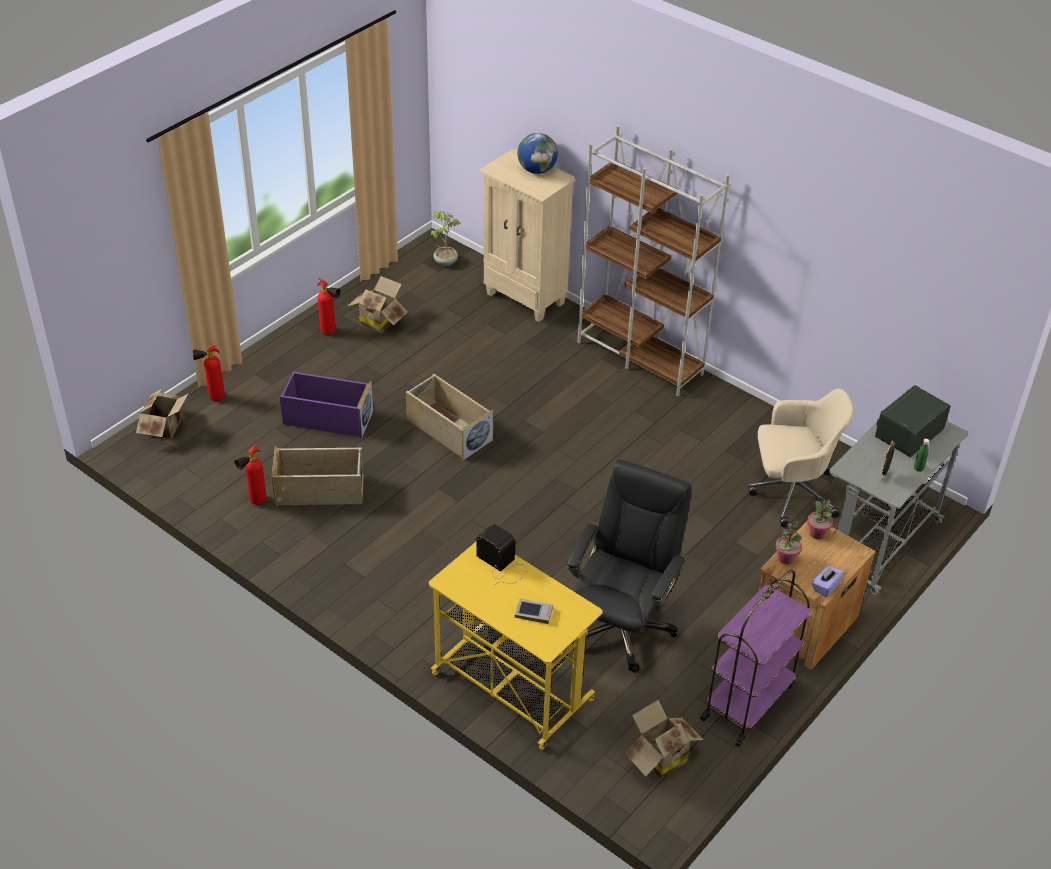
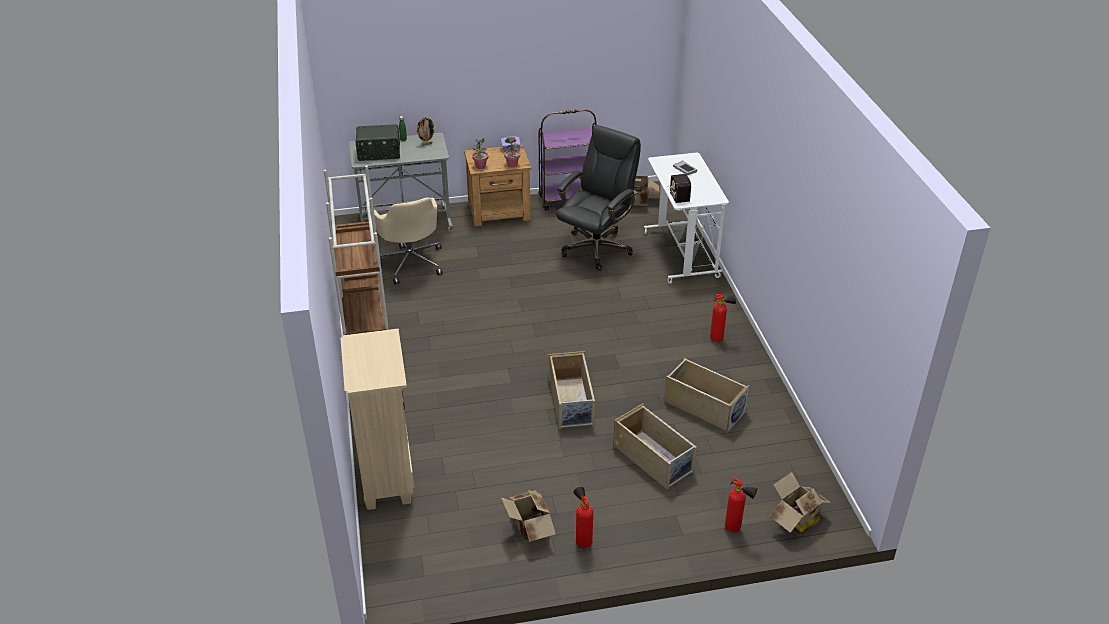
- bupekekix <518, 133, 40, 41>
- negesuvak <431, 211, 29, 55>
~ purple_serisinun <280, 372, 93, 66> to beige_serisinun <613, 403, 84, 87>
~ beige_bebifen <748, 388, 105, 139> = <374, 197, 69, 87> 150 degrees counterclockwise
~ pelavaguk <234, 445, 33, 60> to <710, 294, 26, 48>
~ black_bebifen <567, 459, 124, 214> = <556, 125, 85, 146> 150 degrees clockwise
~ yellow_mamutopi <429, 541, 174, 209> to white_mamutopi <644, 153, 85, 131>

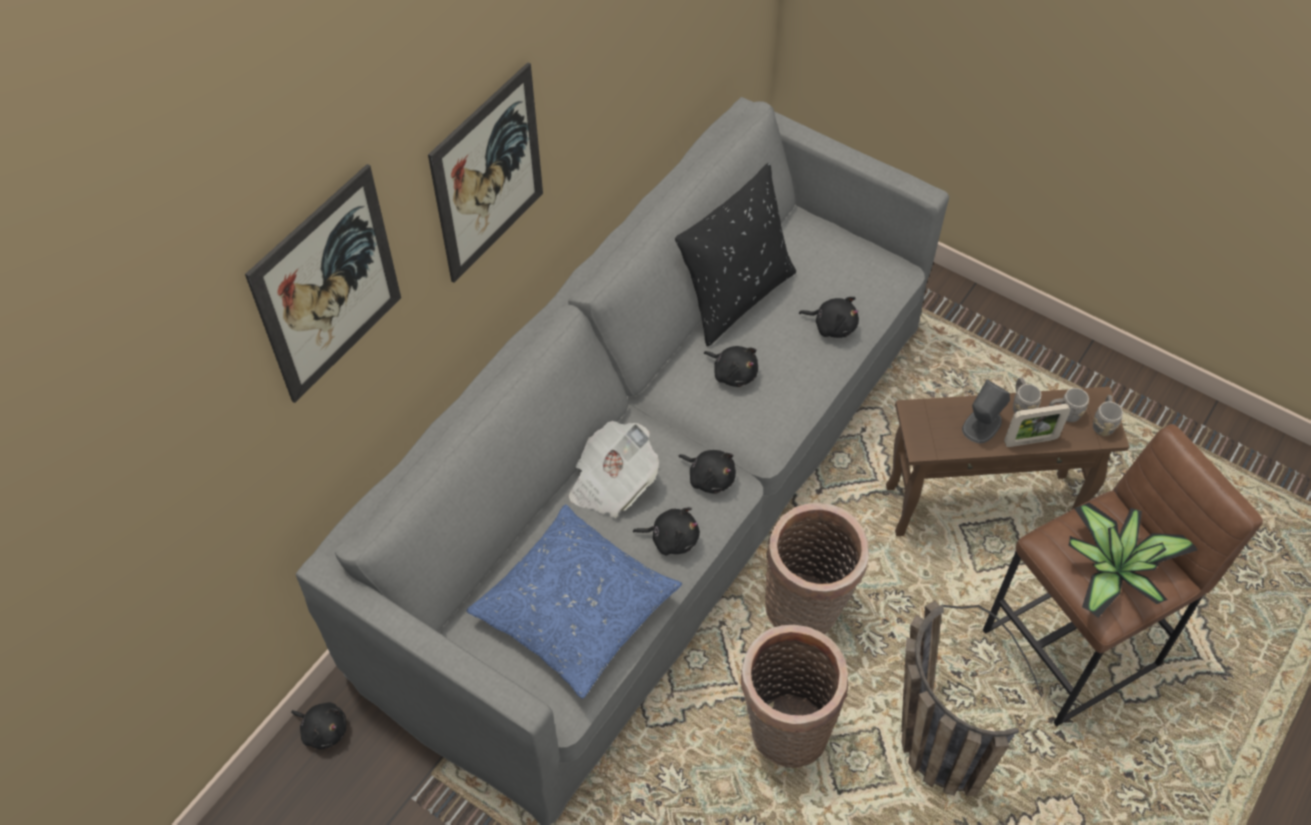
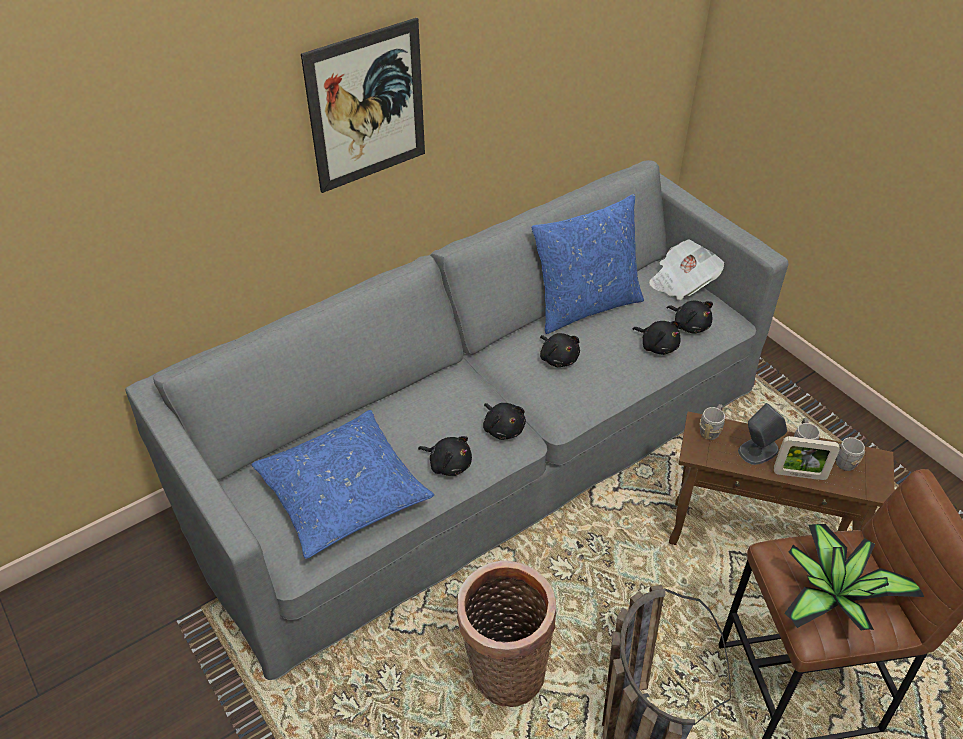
~ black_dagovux <675, 163, 121, 183> to blue_dagovux <532, 194, 112, 140>
- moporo <245, 164, 156, 239>
~ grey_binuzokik <1093, 395, 30, 41> to <699, 404, 26, 36>
~ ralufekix <569, 421, 90, 97> to <649, 239, 75, 61>
- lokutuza <765, 503, 104, 131>
~ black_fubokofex <291, 702, 55, 47> to <667, 301, 46, 33>

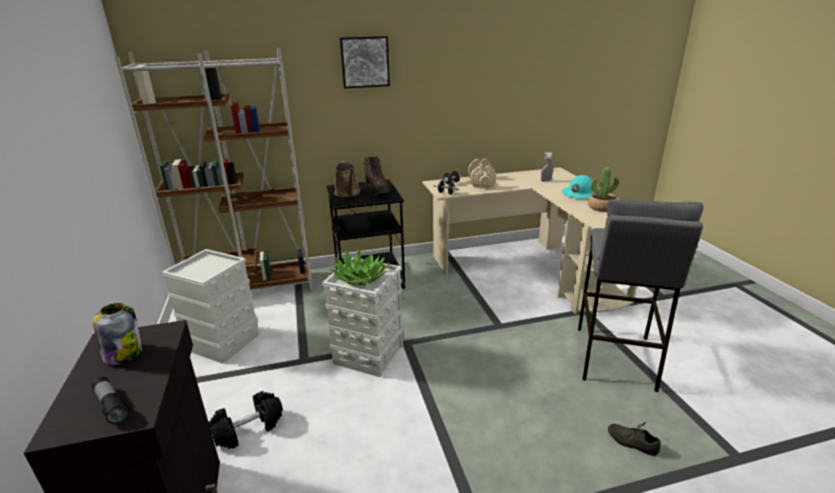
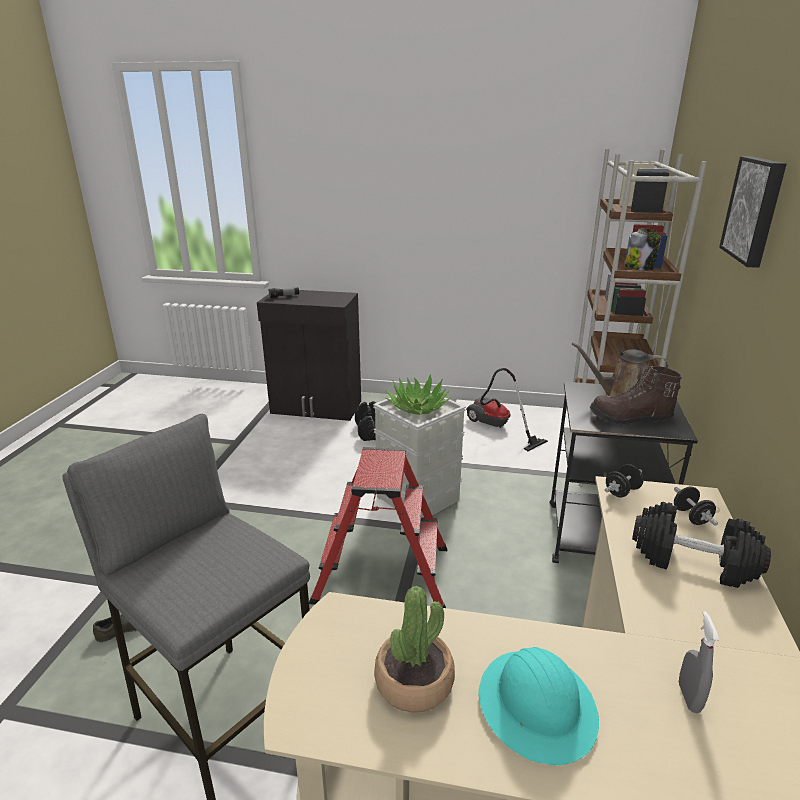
~ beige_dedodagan <468, 158, 28, 30> to black_dedodagan <632, 502, 139, 86>
~ grey_serisinun <162, 249, 97, 115> to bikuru <466, 368, 82, 83>
~ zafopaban <93, 303, 50, 62> to <624, 228, 37, 43>
+ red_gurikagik <309, 447, 139, 161>

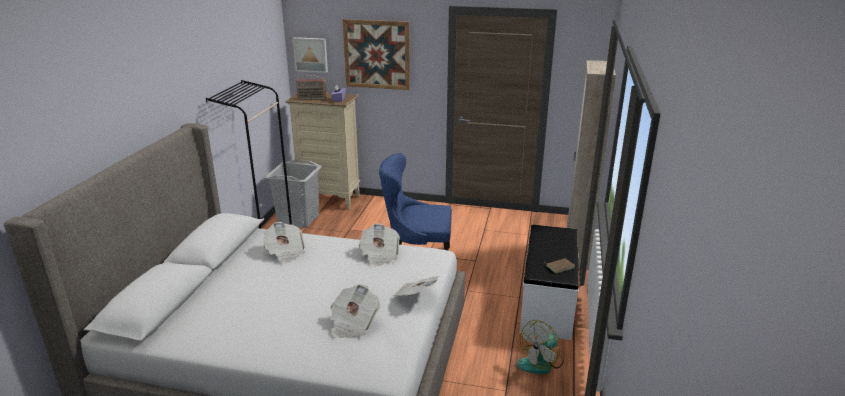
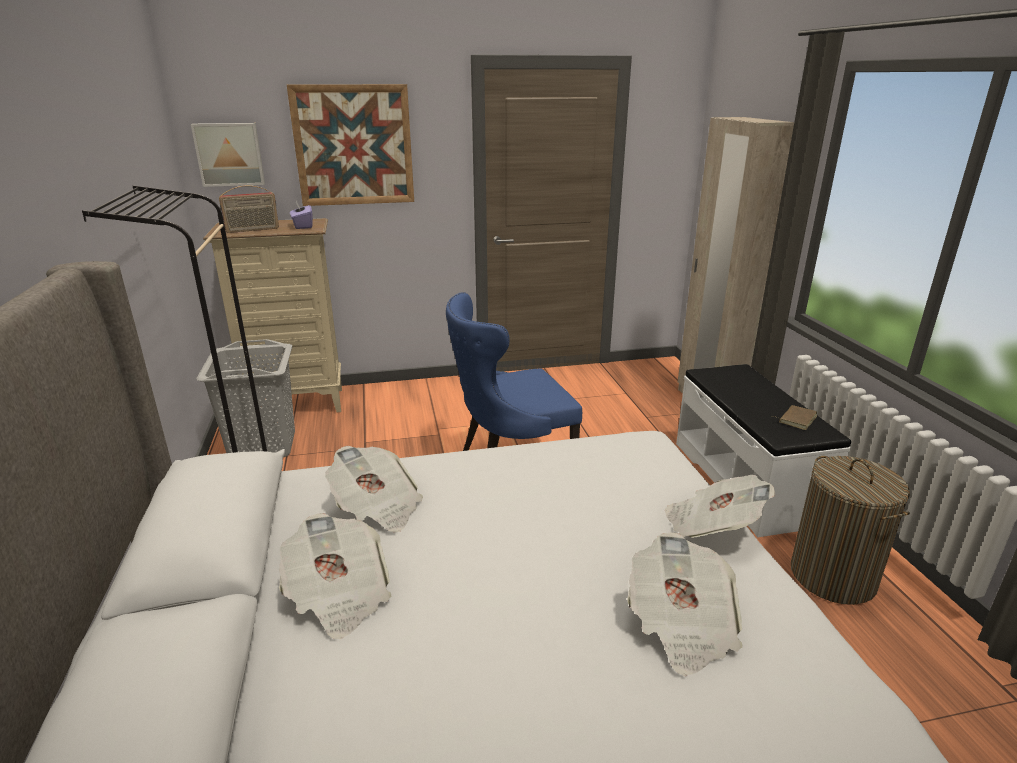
~ ralufekix <359, 223, 41, 44> to <279, 513, 112, 126>
~ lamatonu <517, 320, 47, 54> to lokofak <791, 456, 119, 149>

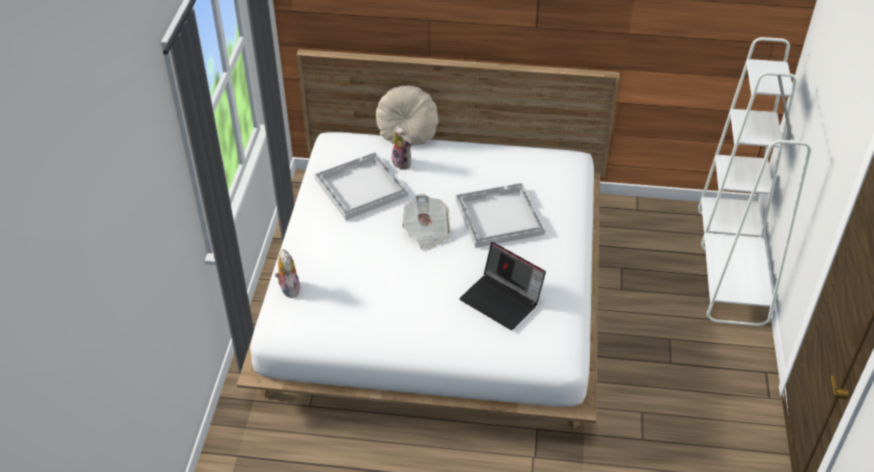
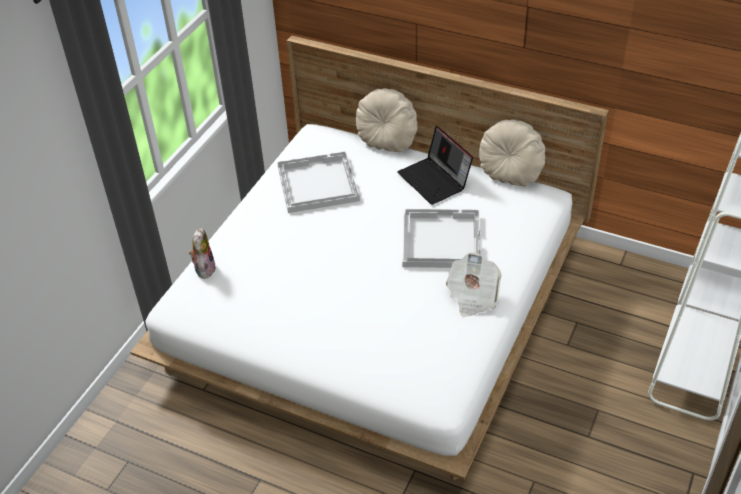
- fubokofex <392, 126, 20, 44>
~ ralufekix <402, 194, 48, 57> to <446, 252, 56, 65>
~ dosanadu <460, 242, 86, 88> to <398, 126, 75, 79>
+ beige_dagovux <479, 119, 66, 68>

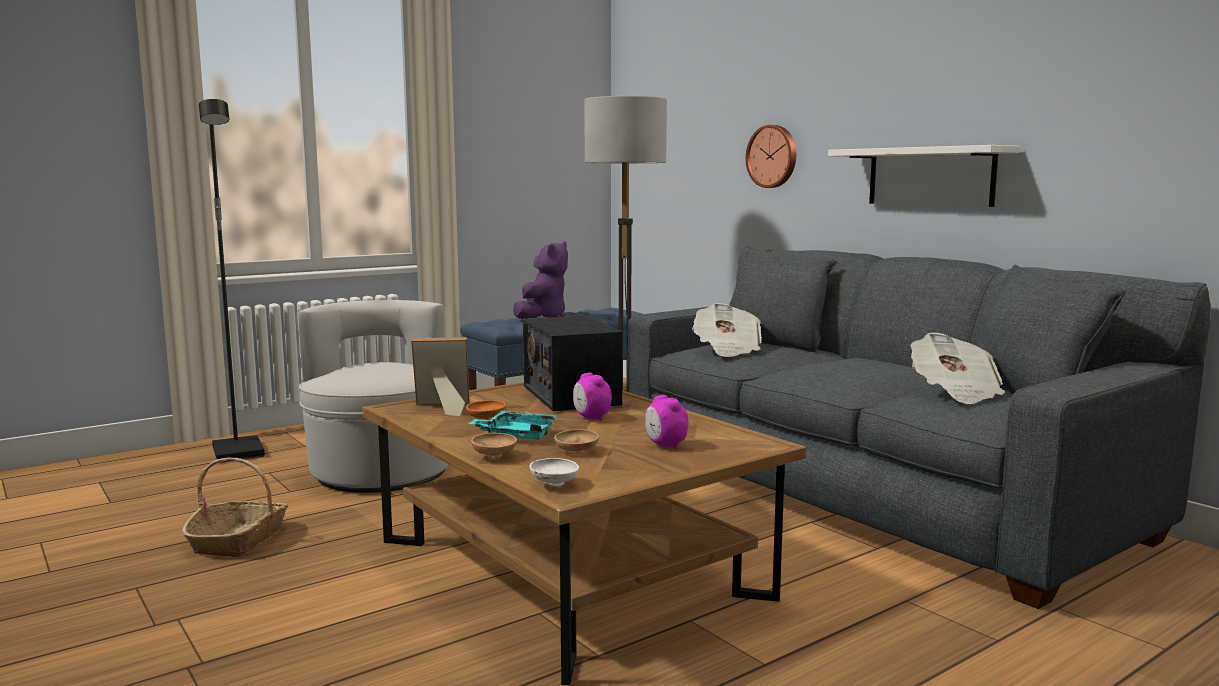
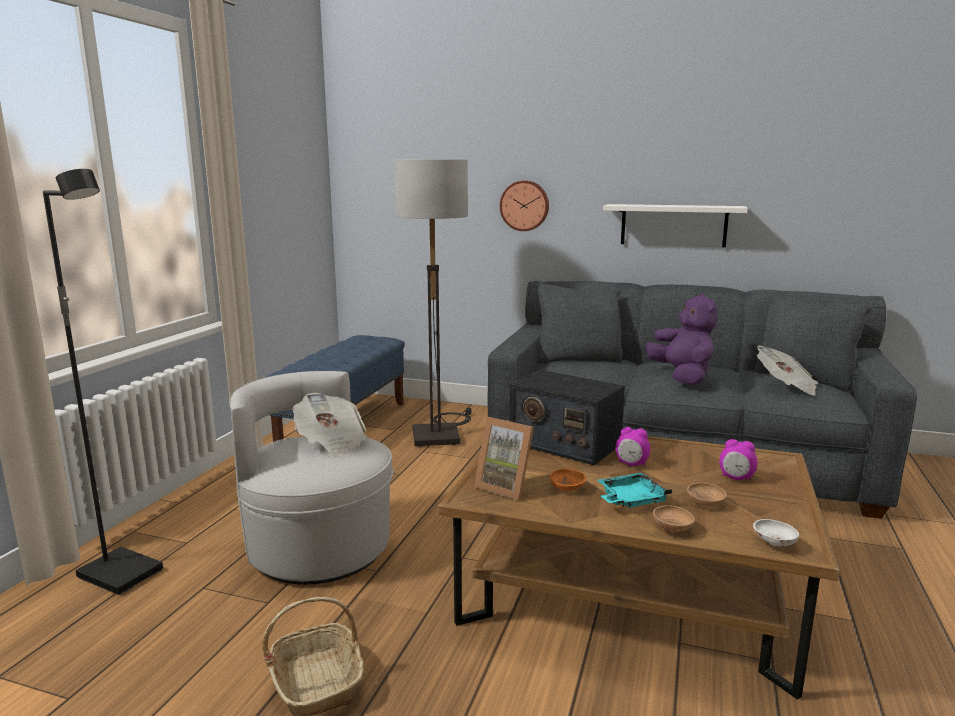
~ purple_fubokofex <513, 241, 55, 78> to <645, 293, 72, 92>
~ ralufekix <692, 303, 70, 54> to <292, 393, 76, 63>
~ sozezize <411, 337, 58, 79> = <474, 417, 60, 83> 105 degrees counterclockwise

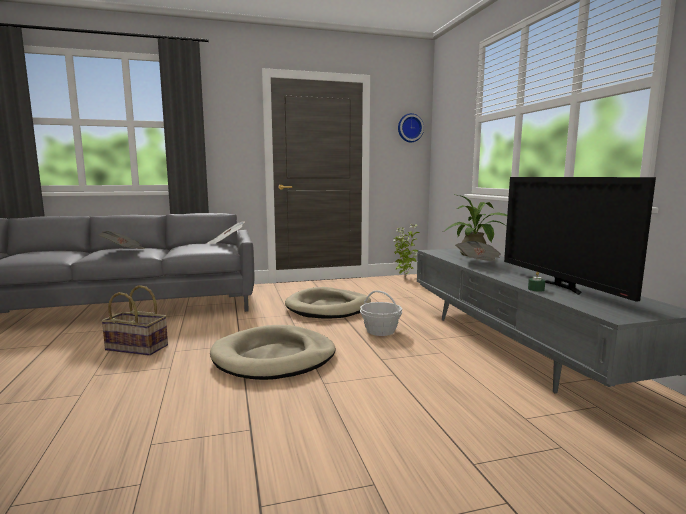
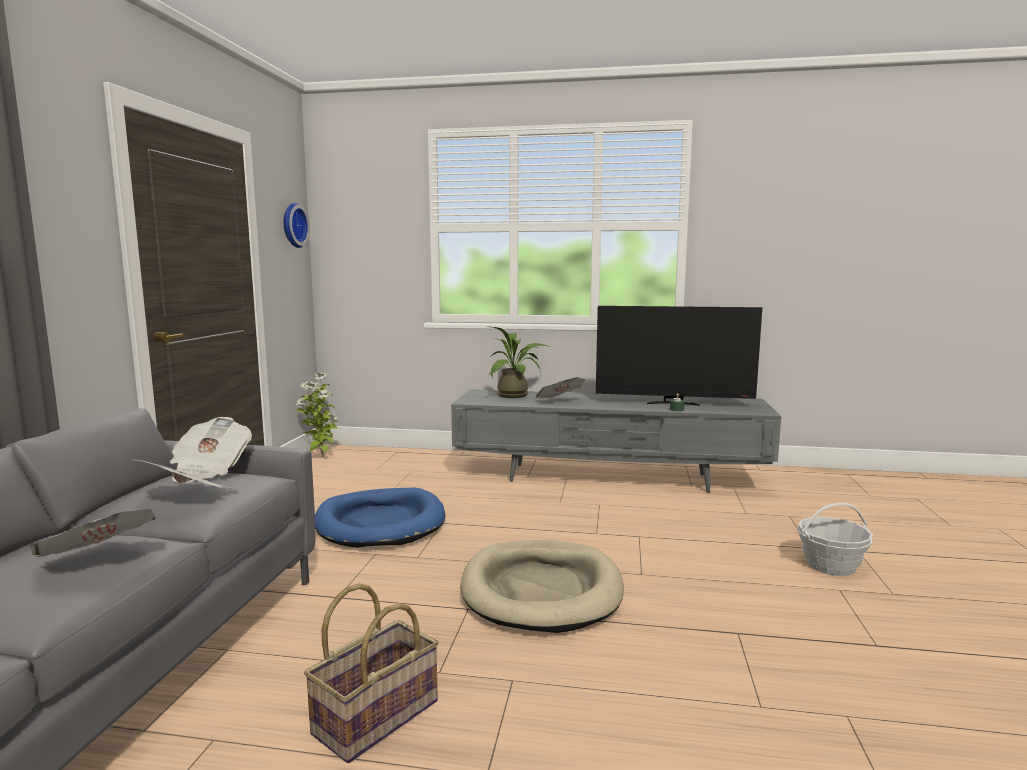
~ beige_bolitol <285, 287, 86, 32> to blue_bolitol <315, 488, 131, 60>
~ lokutuza <360, 290, 42, 46> to <797, 503, 76, 73>
+ ralufekix <134, 460, 103, 29>

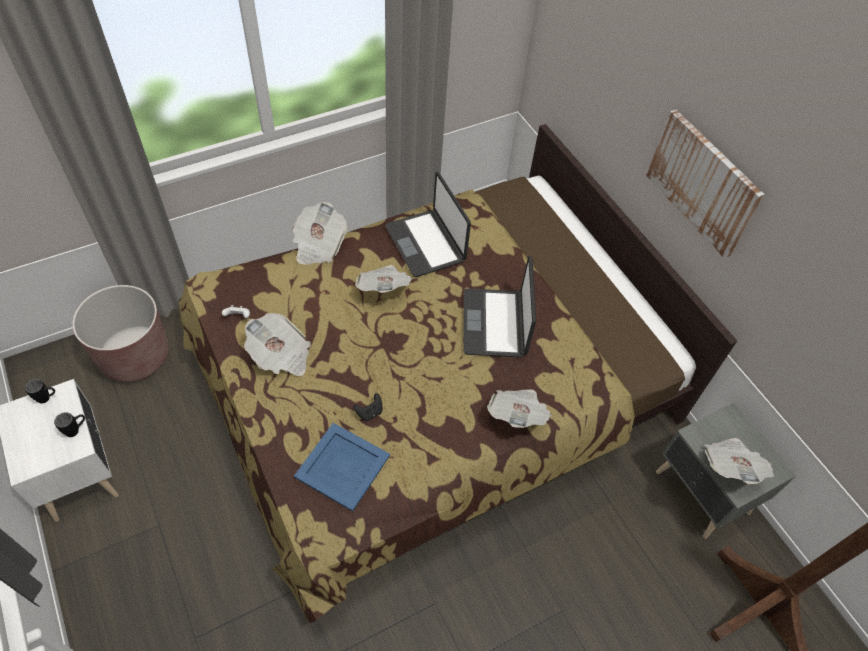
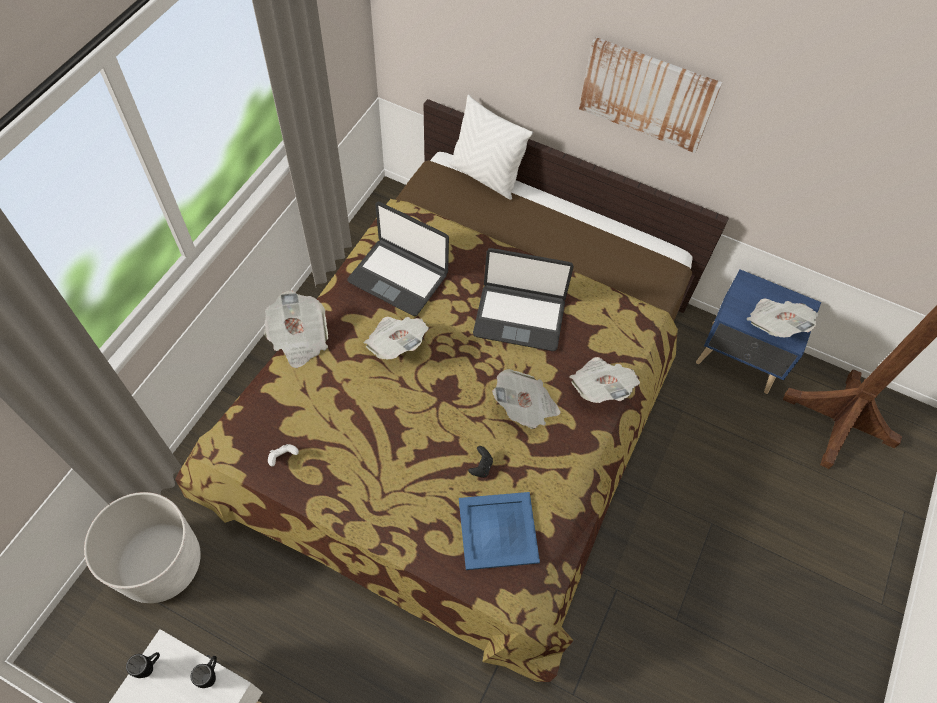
~ dosanadu <463, 256, 73, 101> = <473, 248, 101, 103> 45 degrees counterclockwise
~ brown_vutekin <72, 285, 97, 97> to white_vutekin <84, 492, 117, 111>
~ ralufekix <244, 313, 67, 63> to <492, 369, 68, 60>
~ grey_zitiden <656, 402, 140, 137> to blue_zitiden <696, 269, 125, 125>
+ white_dagovux <449, 95, 84, 105>

